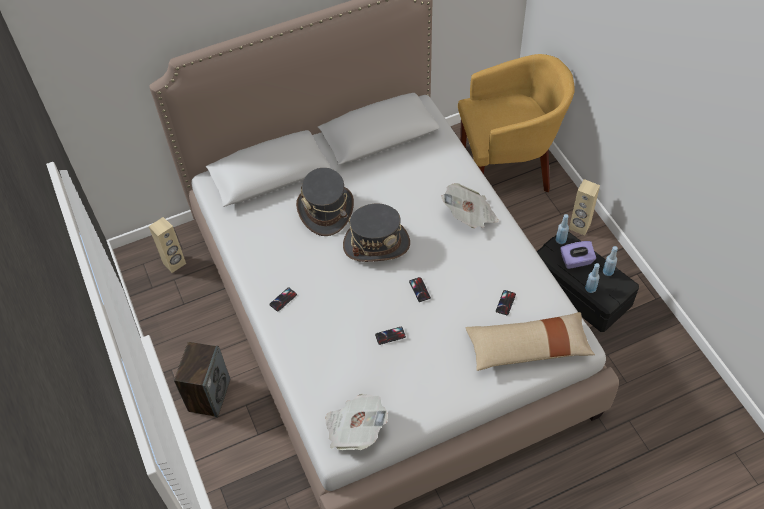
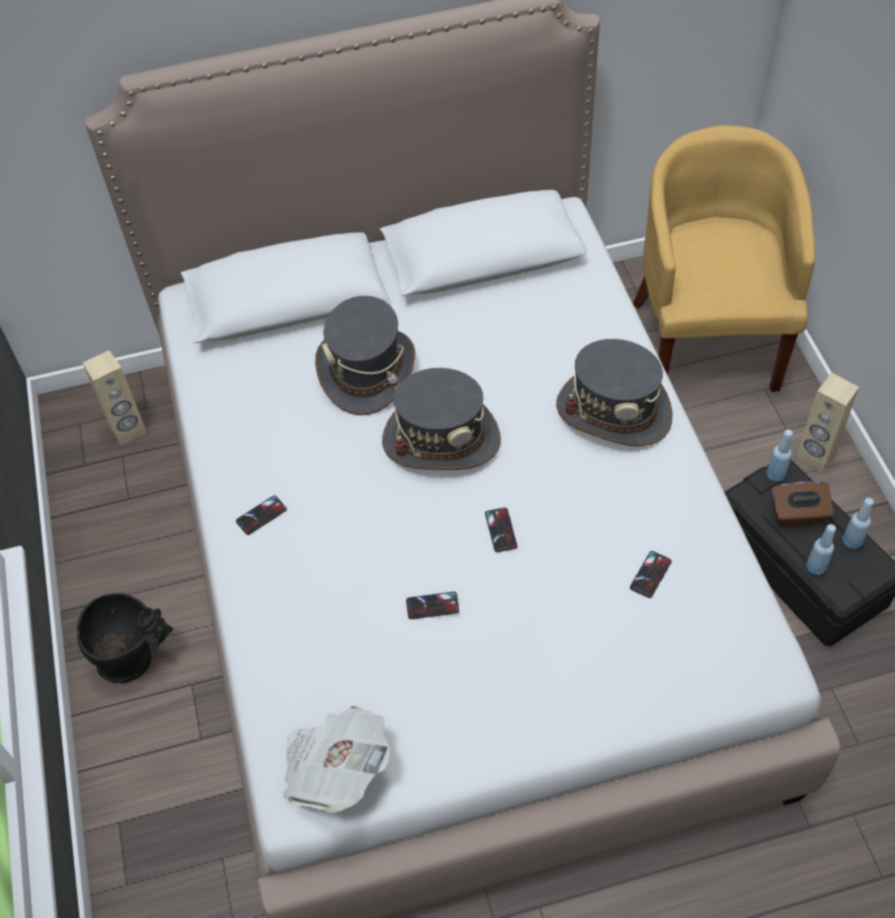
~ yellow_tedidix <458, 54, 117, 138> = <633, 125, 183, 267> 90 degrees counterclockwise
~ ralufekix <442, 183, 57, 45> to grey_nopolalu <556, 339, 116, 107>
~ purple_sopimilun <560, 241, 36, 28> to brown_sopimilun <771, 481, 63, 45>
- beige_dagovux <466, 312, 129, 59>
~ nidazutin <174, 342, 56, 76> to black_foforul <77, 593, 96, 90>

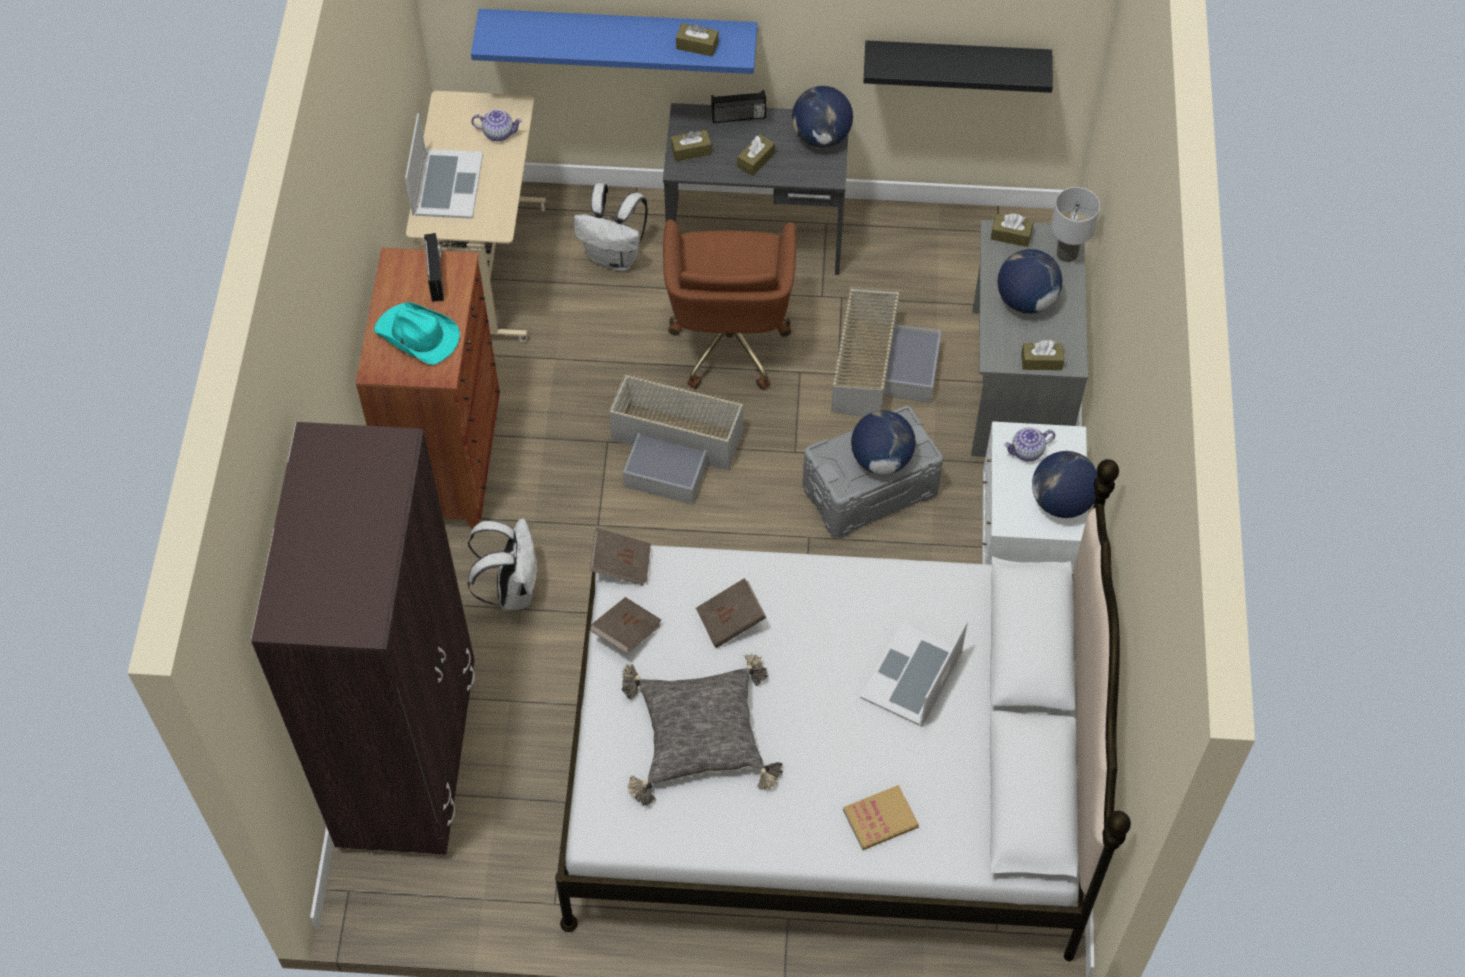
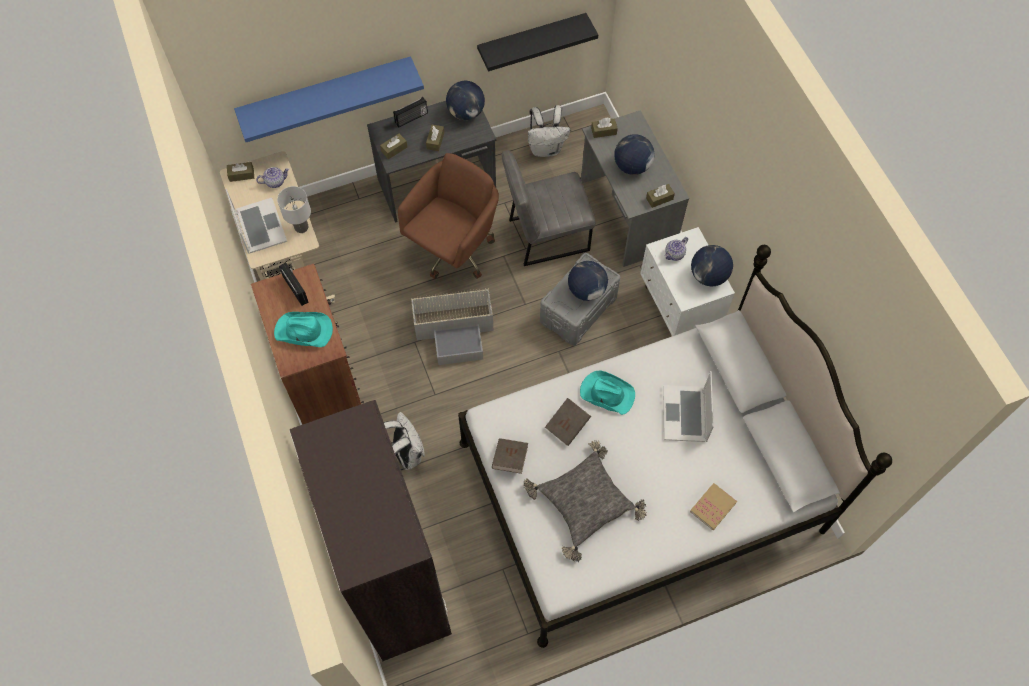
~ brown_sopimilun <676, 23, 43, 34> to <227, 162, 27, 20>
~ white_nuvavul <574, 183, 74, 88> to <528, 105, 42, 52>
~ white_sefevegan <1051, 187, 49, 75> to <277, 186, 34, 47>
~ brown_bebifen <663, 219, 133, 171> = <398, 153, 101, 126> 120 degrees counterclockwise
~ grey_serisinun <831, 287, 110, 130> to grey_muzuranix <502, 150, 93, 116>
- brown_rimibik <590, 528, 61, 58>
+ turquoise_nopolalu <580, 371, 55, 44>

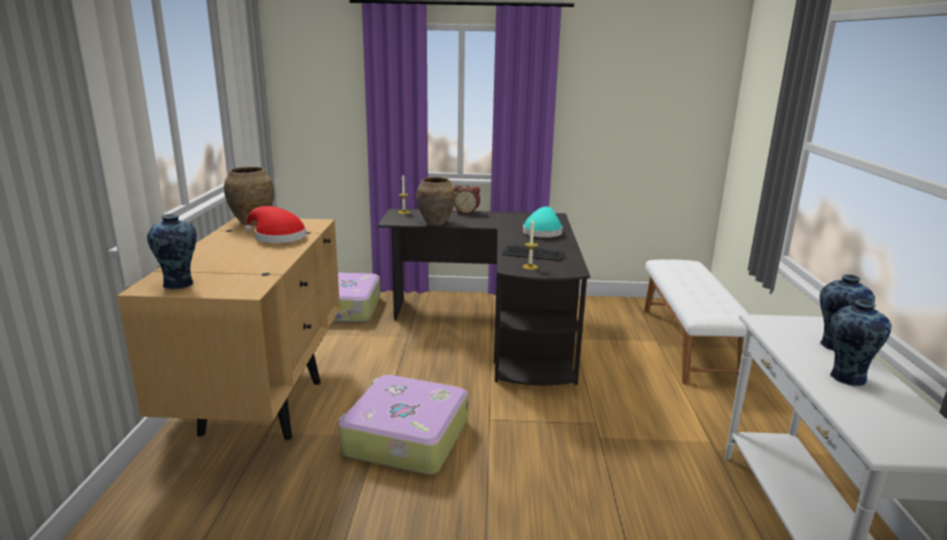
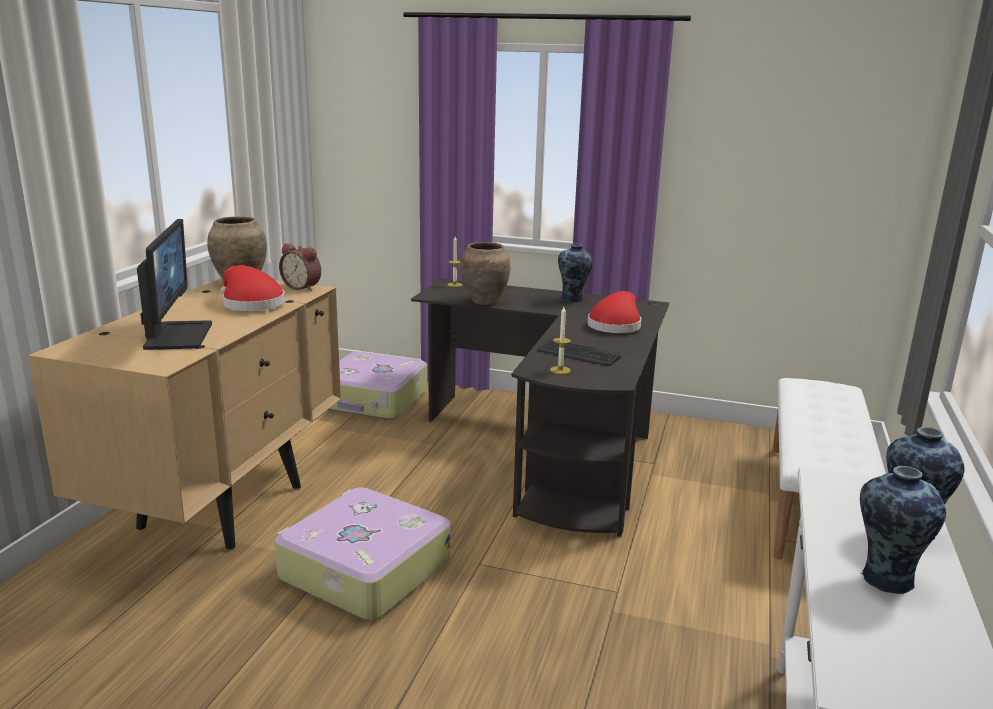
~ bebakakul <454, 185, 26, 29> to <279, 243, 42, 48>
~ turquoise_nopolalu <523, 207, 40, 31> to red_nopolalu <588, 291, 53, 42>
~ foforul <147, 214, 50, 75> to <558, 244, 35, 58>
+ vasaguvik <137, 219, 75, 131>

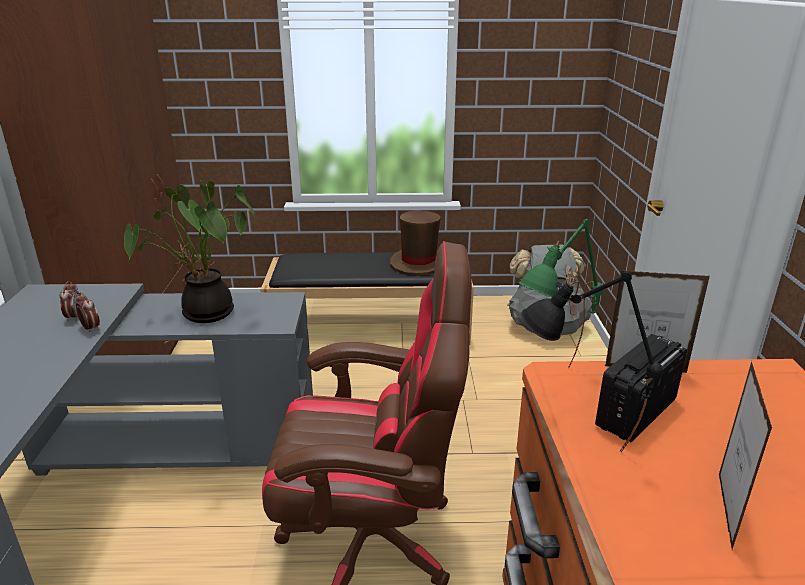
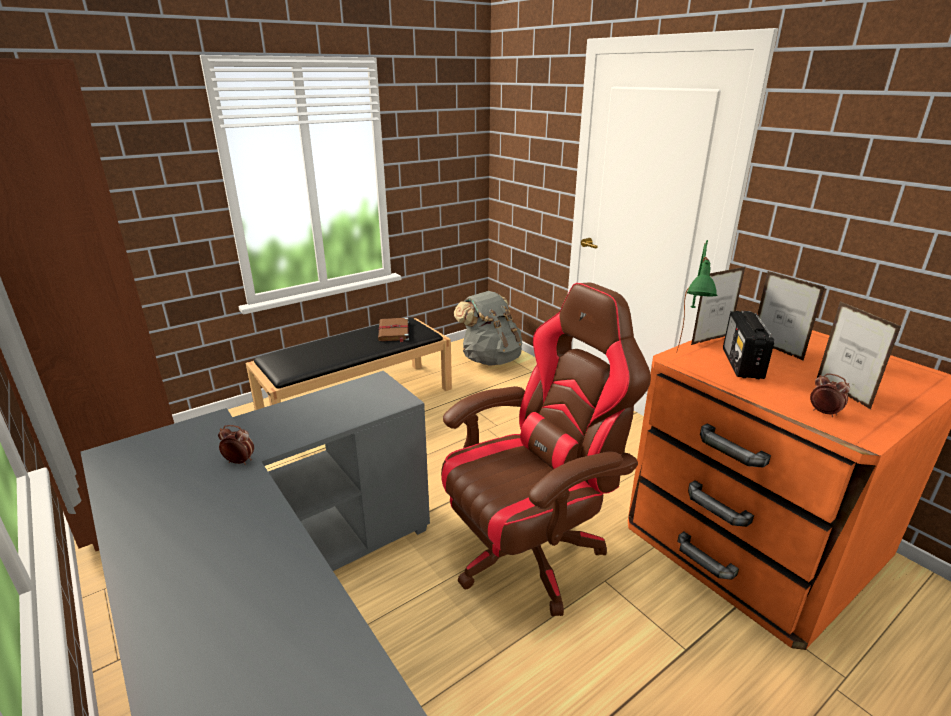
- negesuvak <124, 180, 131, 143>
~ brown_nopolalu <390, 210, 51, 66> to brown_rimibik <378, 318, 31, 24>
- black_sefevegan <521, 272, 142, 180>
~ bebakakul <60, 281, 19, 40> to <810, 373, 40, 44>
+ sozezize <758, 271, 67, 90>

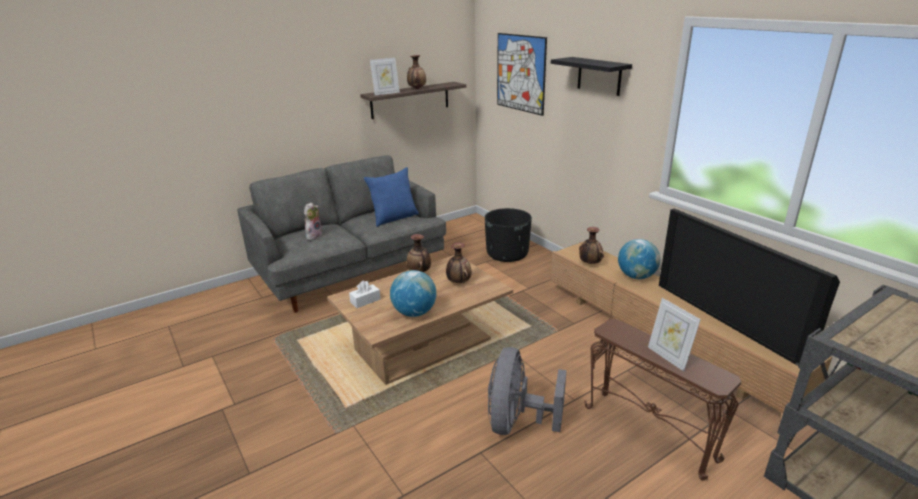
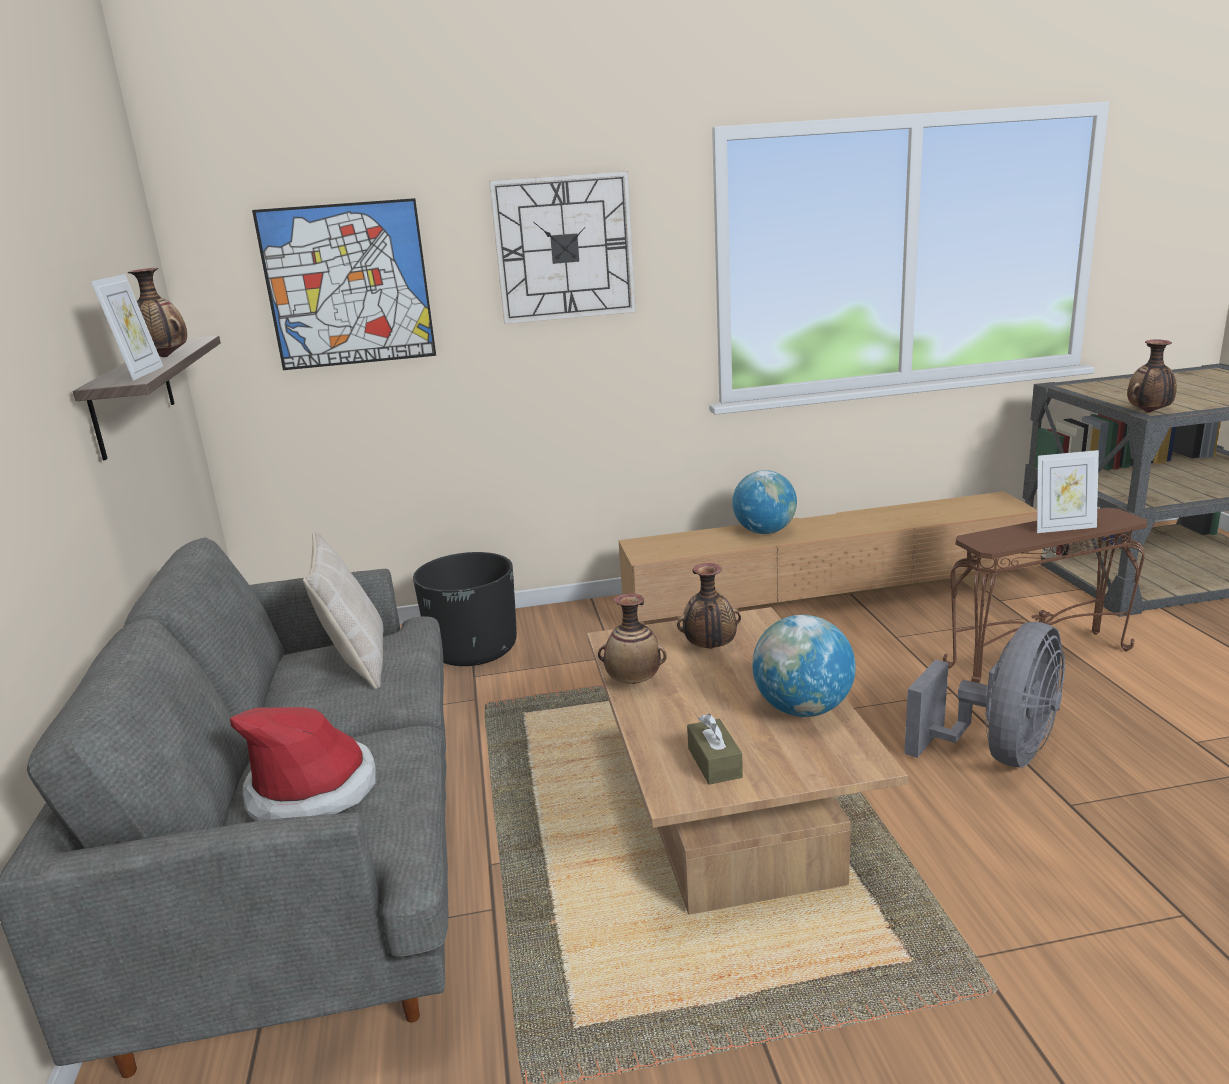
~ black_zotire <551, 57, 81, 39> to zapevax <489, 171, 147, 153>
~ blue_dagovux <364, 167, 55, 60> to beige_dagovux <303, 531, 80, 158>
~ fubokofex <304, 202, 18, 39> to nopolalu <230, 707, 145, 114>
- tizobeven <659, 208, 181, 158>
~ foforul <579, 227, 25, 37> to <1127, 339, 50, 74>
~ white_sopimilun <349, 280, 32, 28> to brown_sopimilun <687, 714, 56, 71>
~ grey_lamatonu <488, 347, 79, 88> = <904, 622, 161, 145> 90 degrees counterclockwise

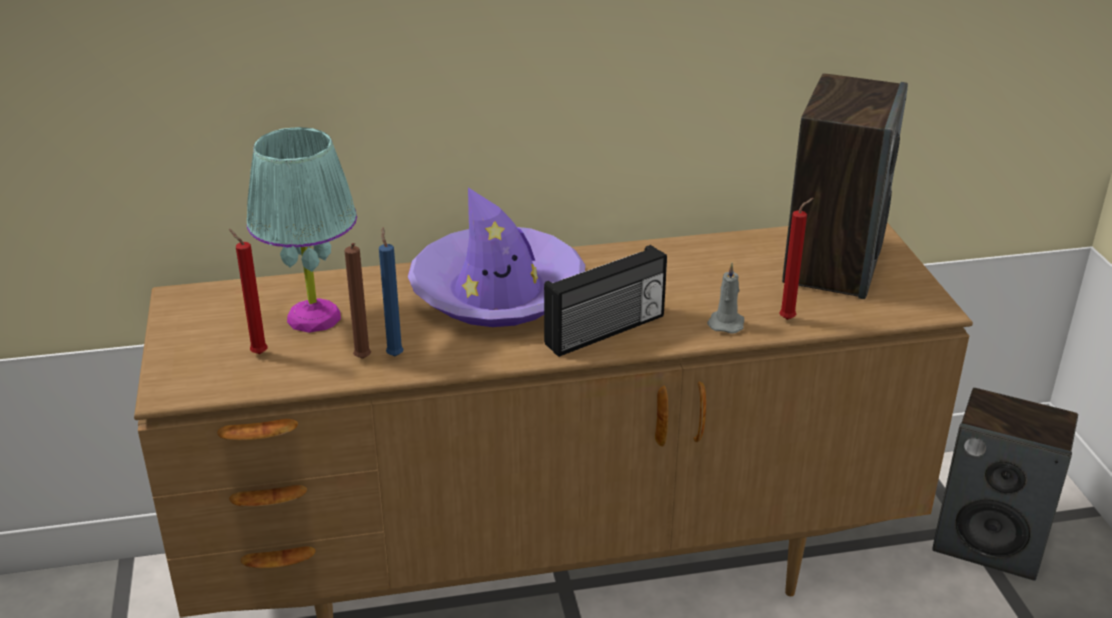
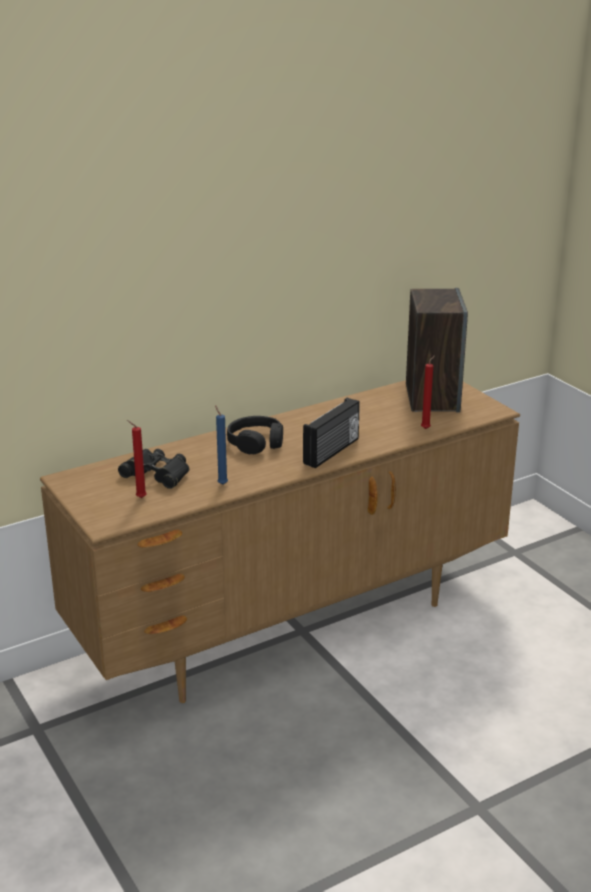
~ turquoise_sefevegan <247, 127, 110, 206> to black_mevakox <118, 449, 71, 40>
~ purple_nopolalu <408, 188, 177, 139> to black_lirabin <227, 416, 56, 38>
- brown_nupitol <344, 243, 27, 116>
- grey_nupitol <707, 263, 37, 71>
- nidazutin <932, 388, 146, 193>

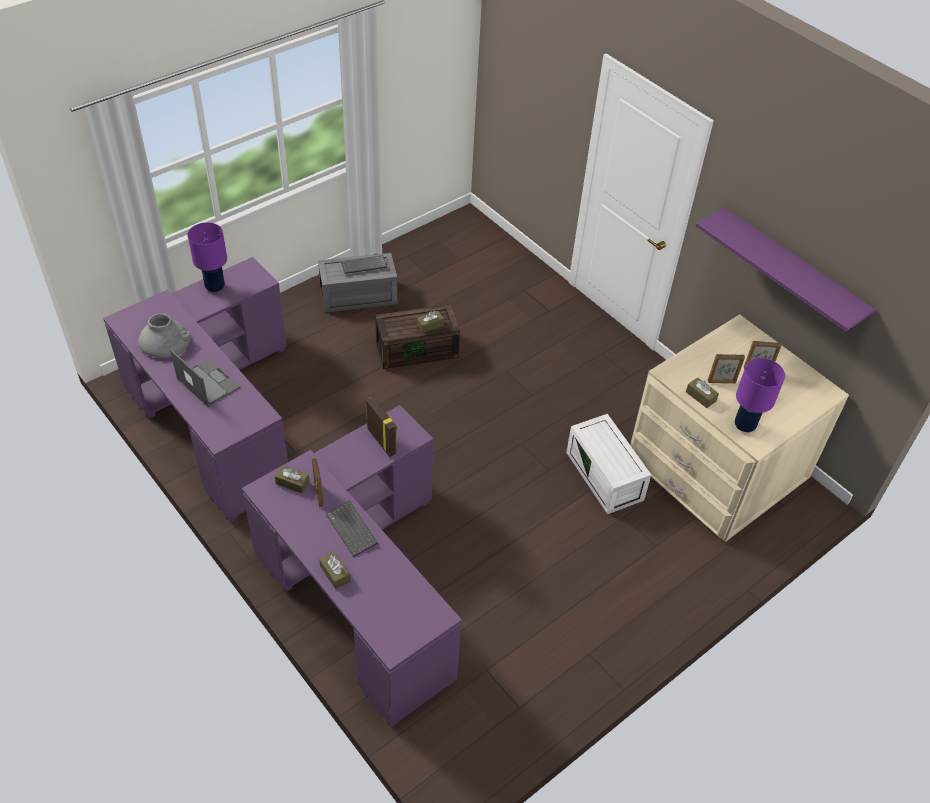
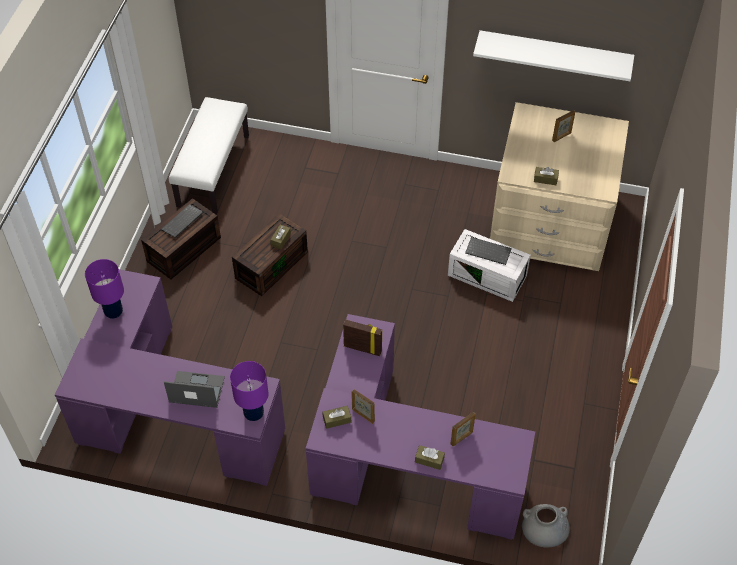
~ purple_zotire <696, 207, 180, 125> to white_zotire <473, 30, 161, 51>
~ grey_serisinun <318, 253, 79, 59> to brown_serisinun <141, 198, 80, 82>
~ grey_foforul <138, 313, 53, 45> to <522, 504, 48, 43>
~ sozezize <708, 354, 37, 29> to <450, 412, 25, 34>
~ purple_sefevegan <735, 358, 50, 74> to <230, 361, 39, 60>
~ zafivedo <326, 501, 52, 56> to <465, 237, 47, 28>
+ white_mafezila <169, 97, 80, 117>

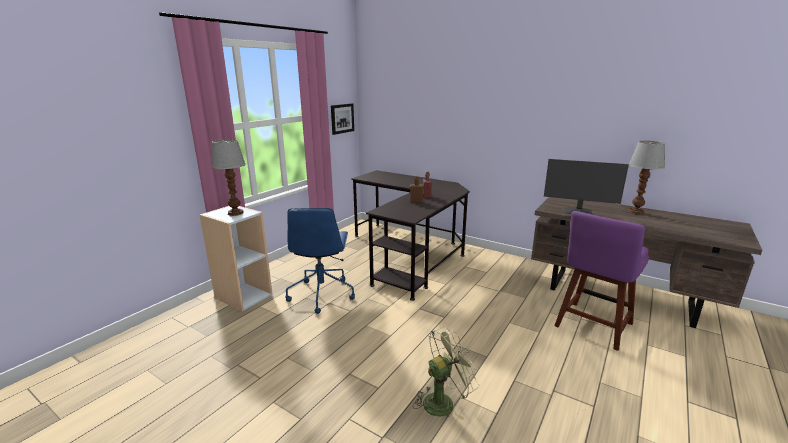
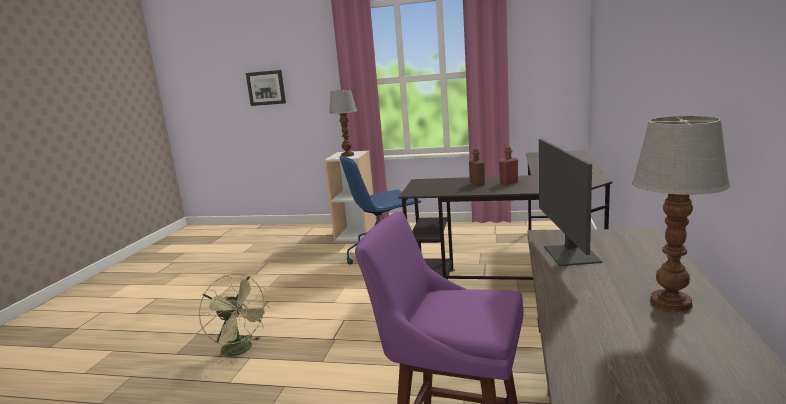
~ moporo <331, 103, 23, 32> to <246, 70, 40, 36>

